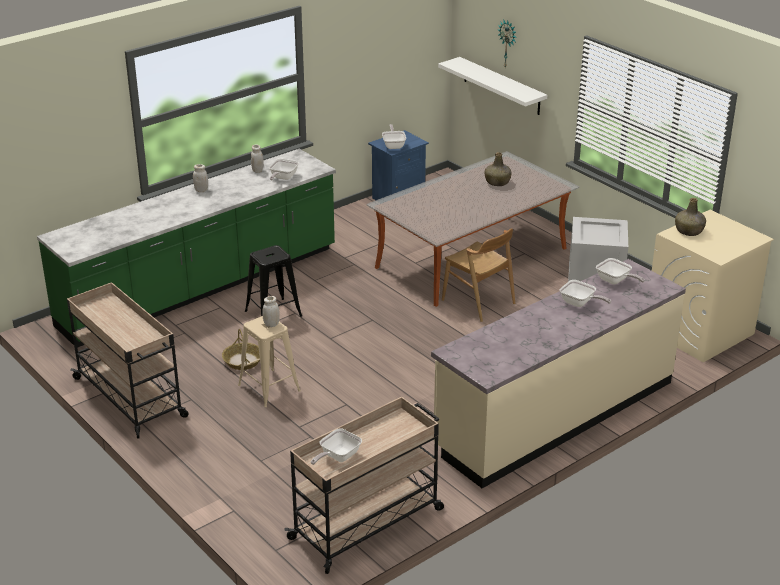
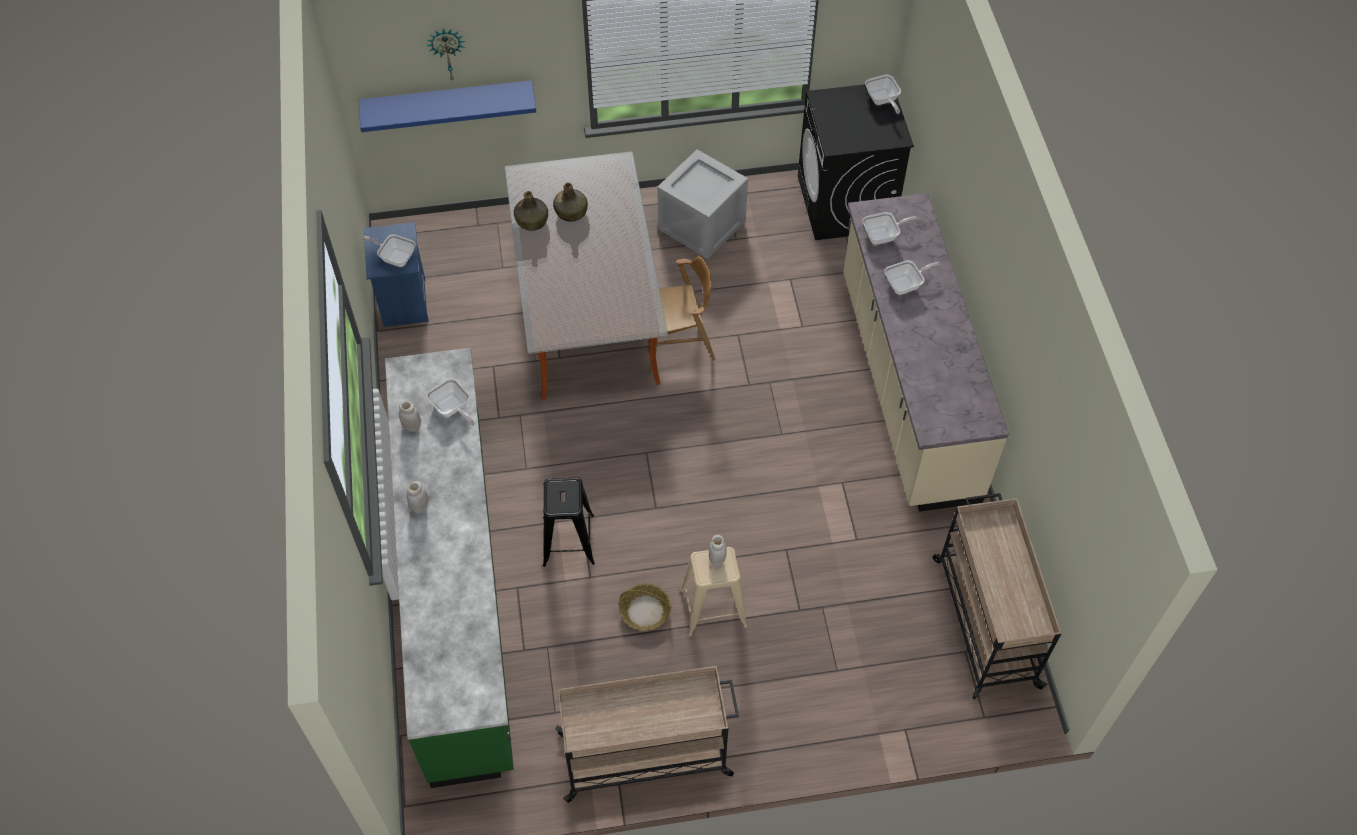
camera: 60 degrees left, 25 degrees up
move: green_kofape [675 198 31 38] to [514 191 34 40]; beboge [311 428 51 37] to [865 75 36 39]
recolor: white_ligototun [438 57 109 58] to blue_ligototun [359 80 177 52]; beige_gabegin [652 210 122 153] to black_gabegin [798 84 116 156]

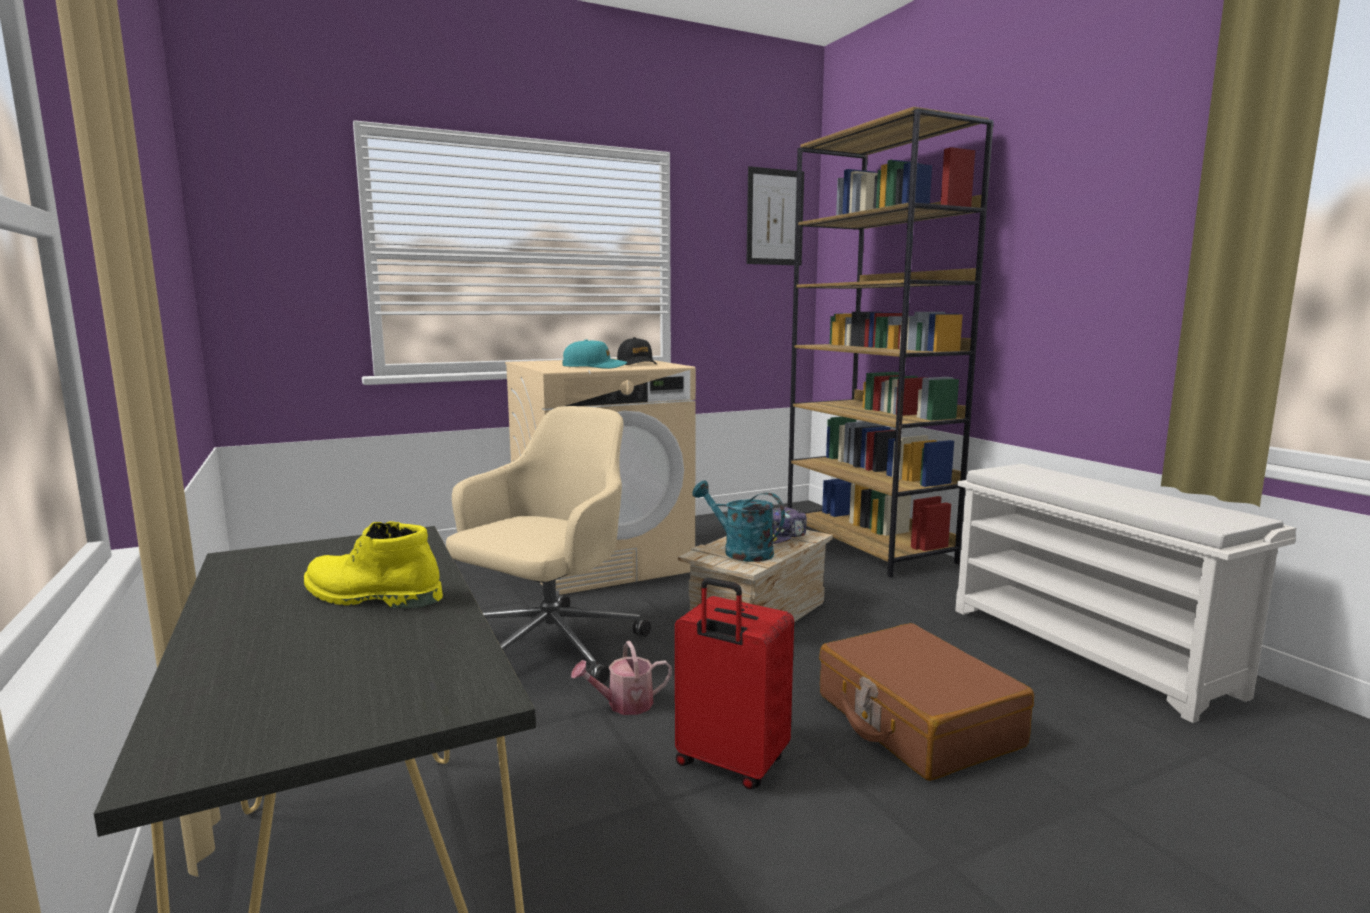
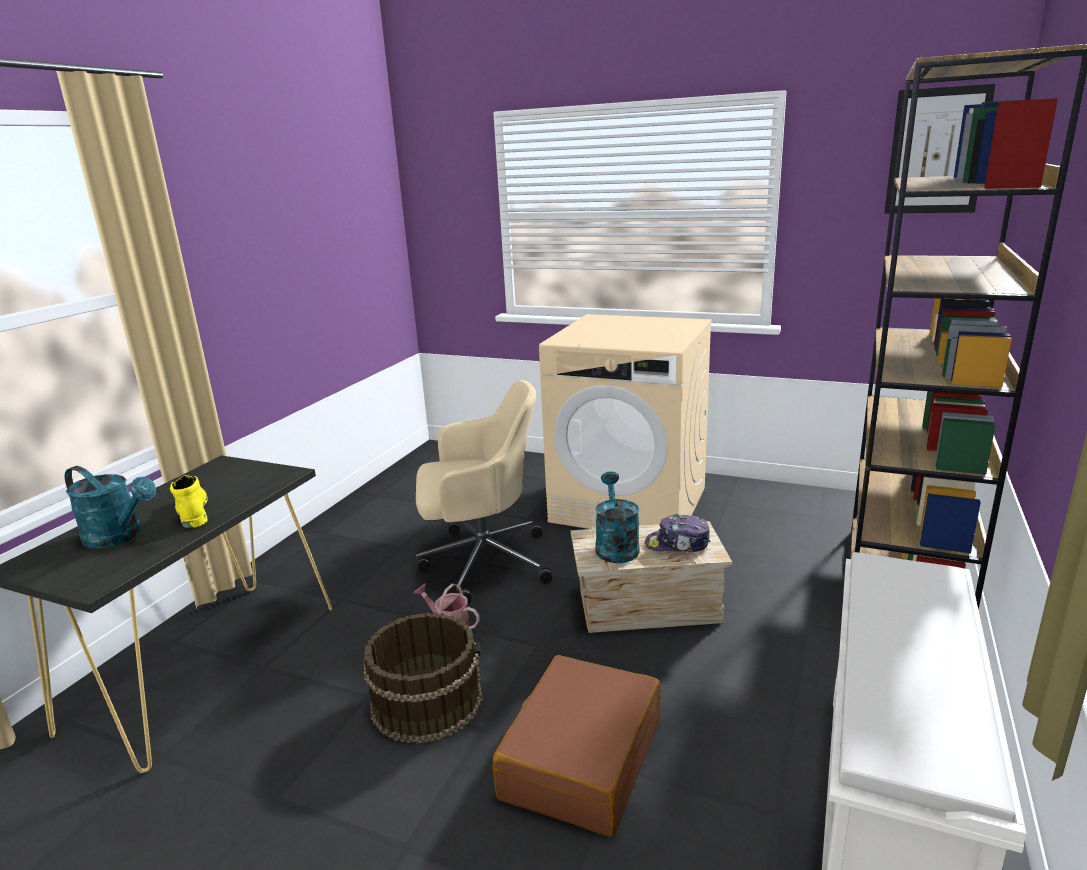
camera: 50 degrees right, 10 degrees up
delete: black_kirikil [617 337 40 28]; turquoise_kirikil [562 339 65 30]
insert: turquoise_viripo [65 466 91 82]
replace: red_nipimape [675 578 119 212] to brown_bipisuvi [364 613 119 131]

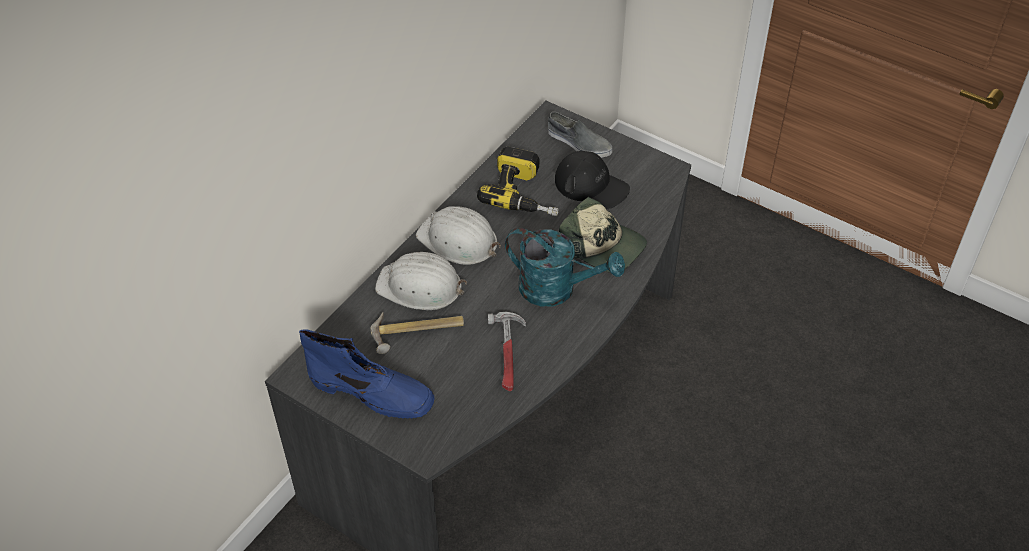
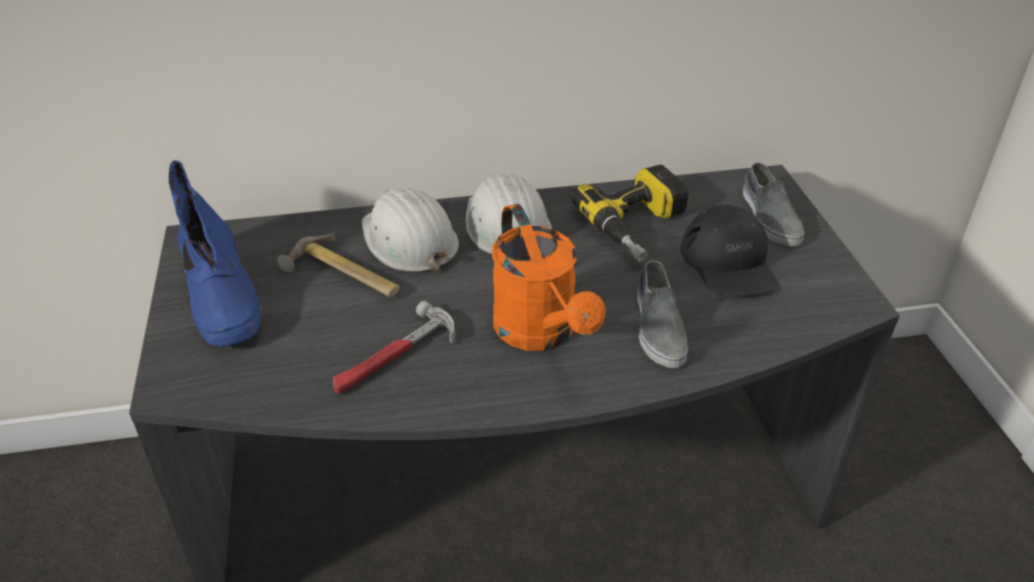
camera: 45 degrees right, 10 degrees down
replace: kirikil [559 196 88 77] to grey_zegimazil [637 261 51 107]
recolor: turquoise_viripo [505 228 120 79] to orange_viripo [492 204 114 147]

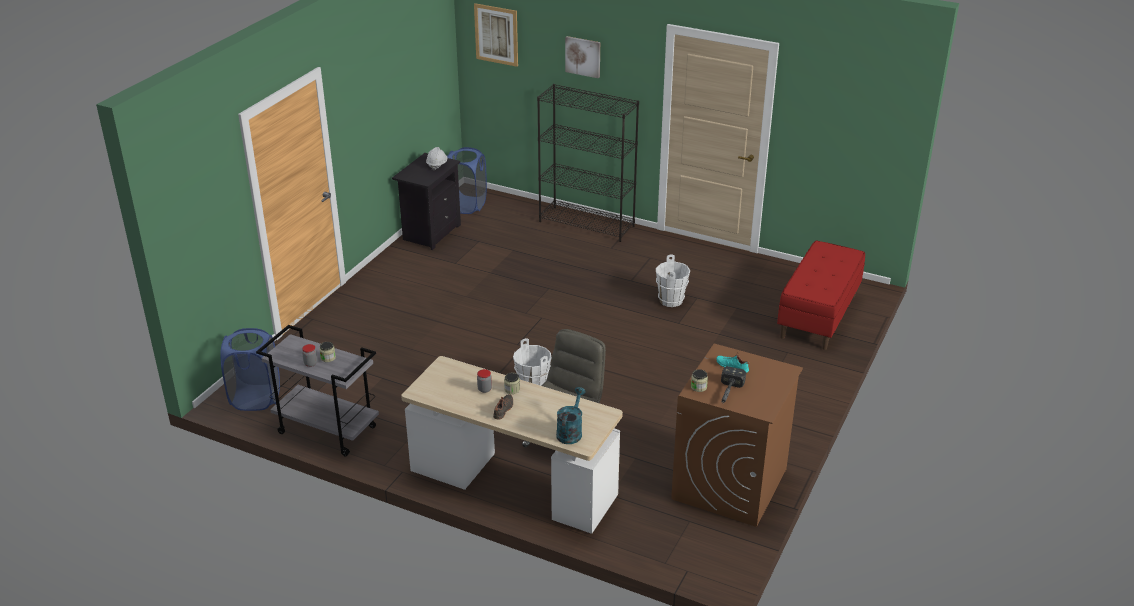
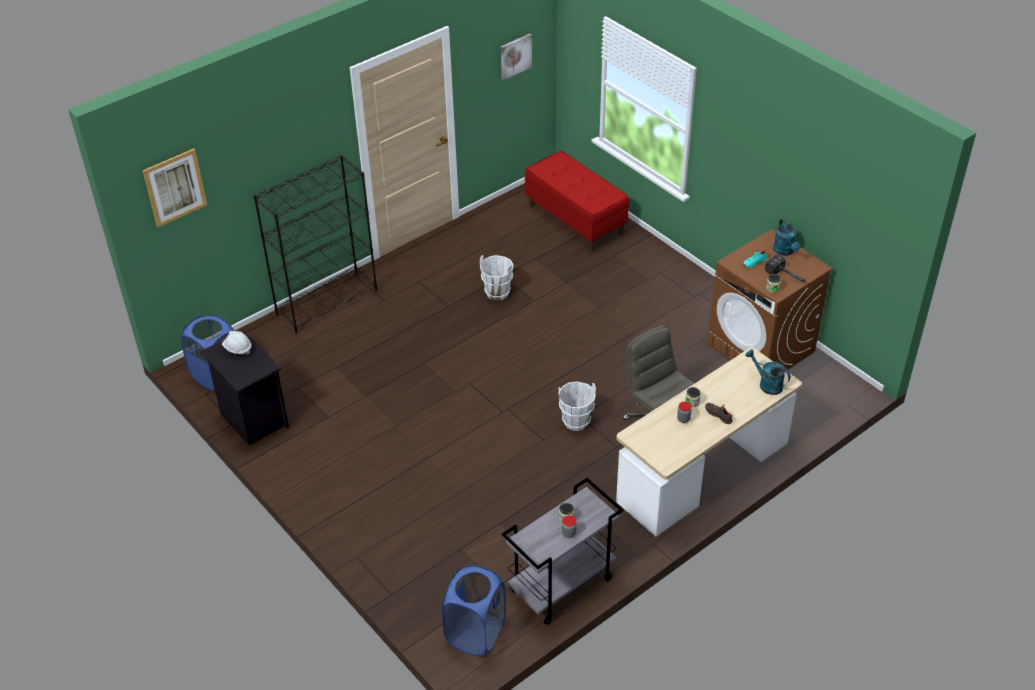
camera: 65 degrees left, 10 degrees up
insert: turquoise_viripo [773 219 27 37]
move: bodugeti [565 36 35 42] to [501 34 31 46]

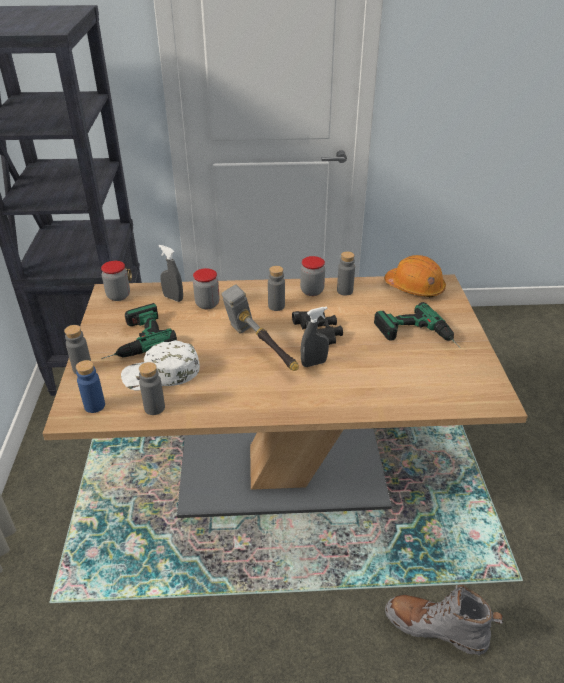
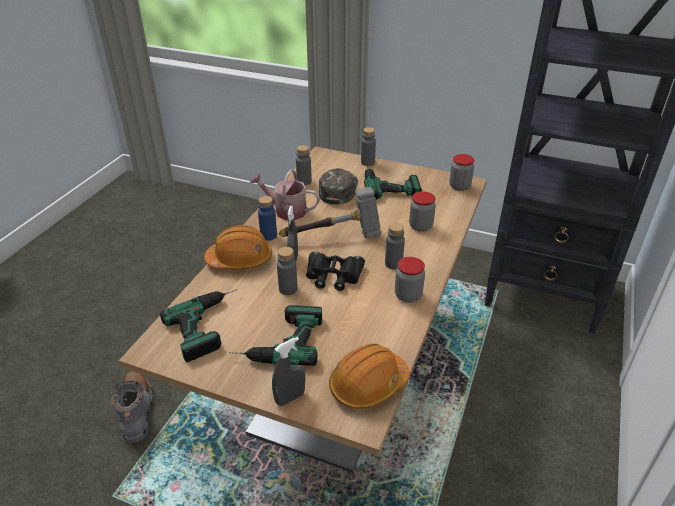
camera: 115 degrees right, 0 degrees up
insert: viripo [250 169 70 51]; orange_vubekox [204 225 68 45]; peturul [160 289 78 74]
move: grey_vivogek [159 245 24 57] to [272 337 33 69]; grey_kofape [337 251 18 45] to [277 247 21 48]; blue_kofape [76 360 29 53] to [258 196 19 45]
recolor: white_kirikil [121 340 79 50] to green_kirikil [319 168 39 37]
rotate: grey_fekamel [385 584 118 72] = [109 371 44 72] 60 degrees counterclockwise

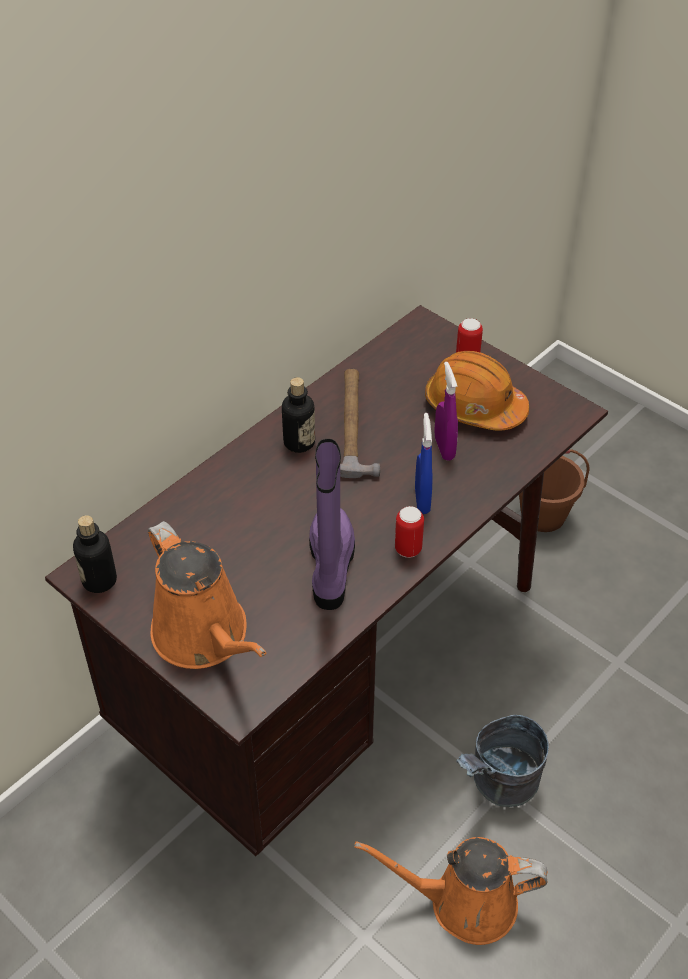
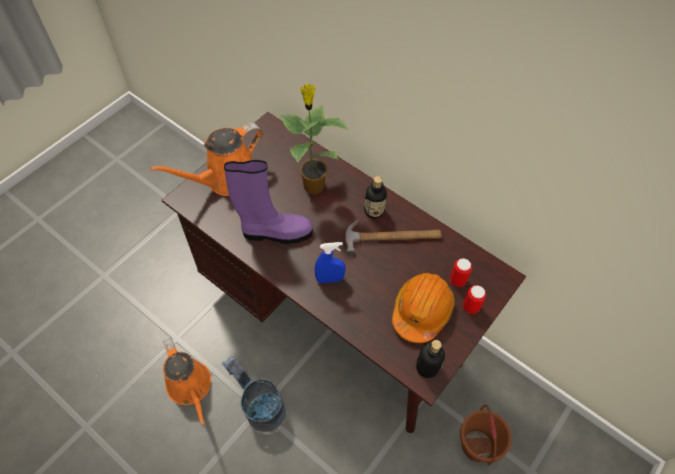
camera: 85 degrees right, 10 degrees up
delete: purple_vivogek [435 362 23 98]
insert: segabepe [280 84 68 111]
move: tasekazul [395 506 29 52] to [450 258 22 29]; kofape [73 515 44 78] to [416 340 29 38]
rotate: orange_viripo [354 837 193 108] = [163 338 48 87] 150 degrees clockwise

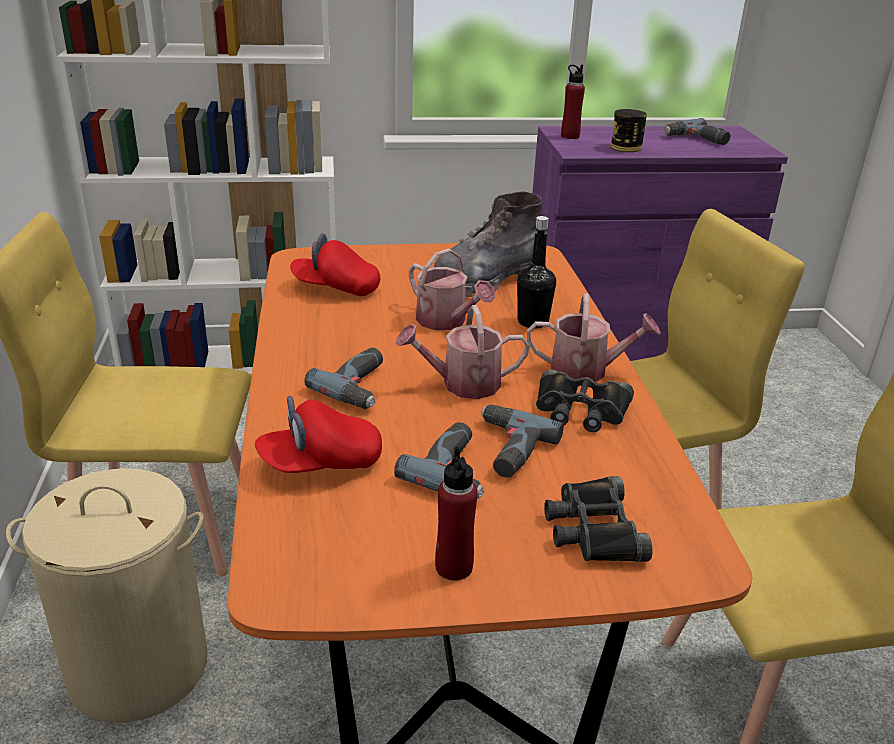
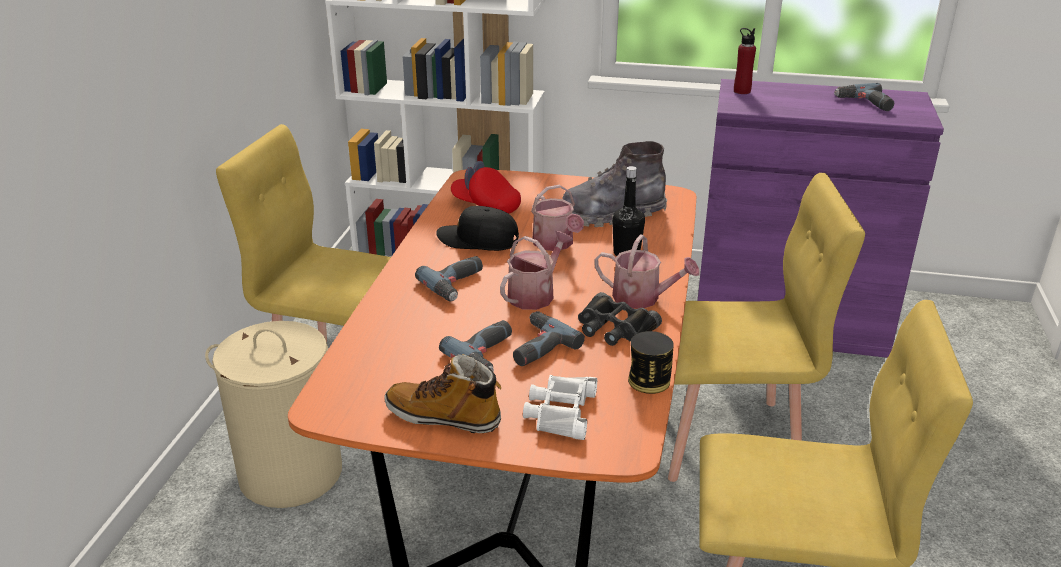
camera: 20 degrees right, 0 degrees up
delete: red_kirikil [255 396 127 77]
insert: black_kirikil [436 206 83 45]
move: tasekazul [610 109 37 43] to [628 331 46 63]
replace: red_kofape [435 447 43 134] to fekamel [384 354 117 79]
recolor: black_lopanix [544 476 108 86] to white_lopanix [523 375 74 65]
rotate: viripo [396 305 134 94] = [500 231 73 79] 120 degrees clockwise

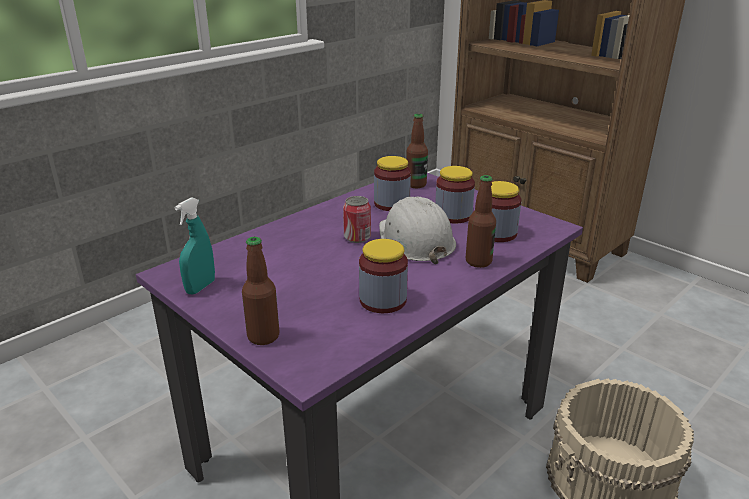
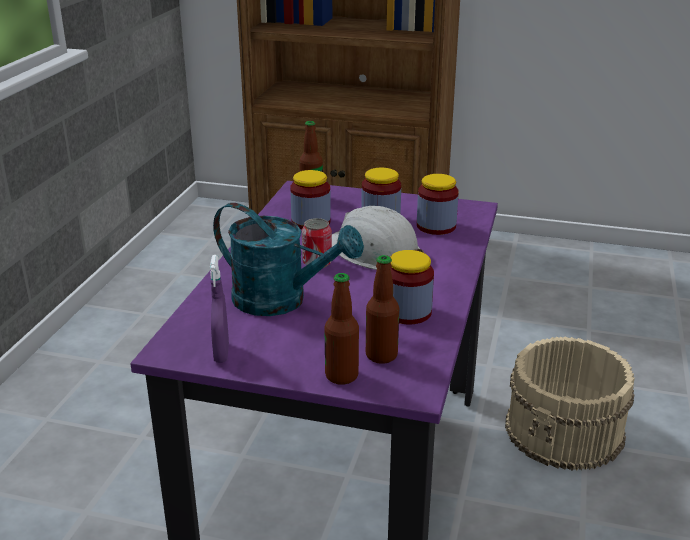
camera: 30 degrees left, 0 degrees up
insert: turquoise_viripo [213 203 151 113]
move: kofape [466 175 30 93] to [366 255 33 109]
recolor: turquoise_vivogek [174 197 41 97] to purple_vivogek [210 255 19 108]

